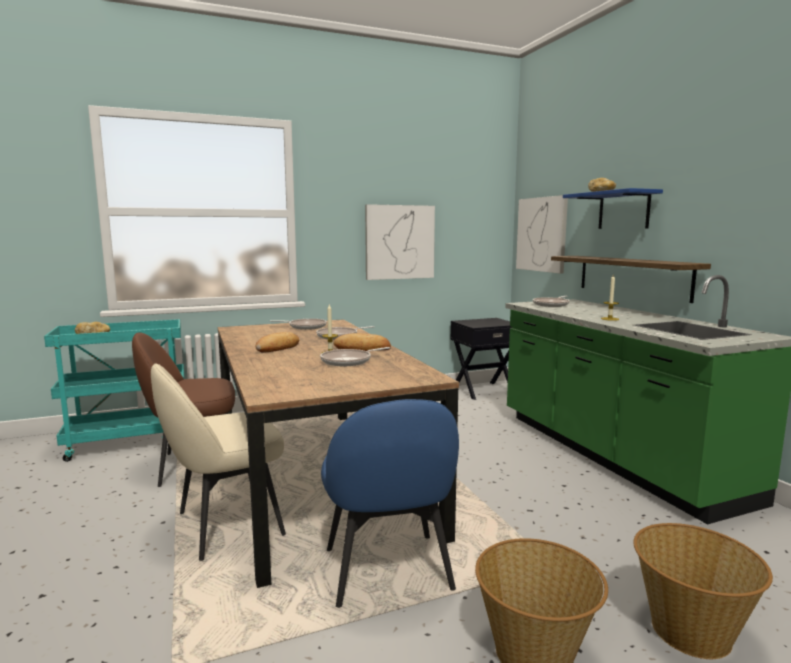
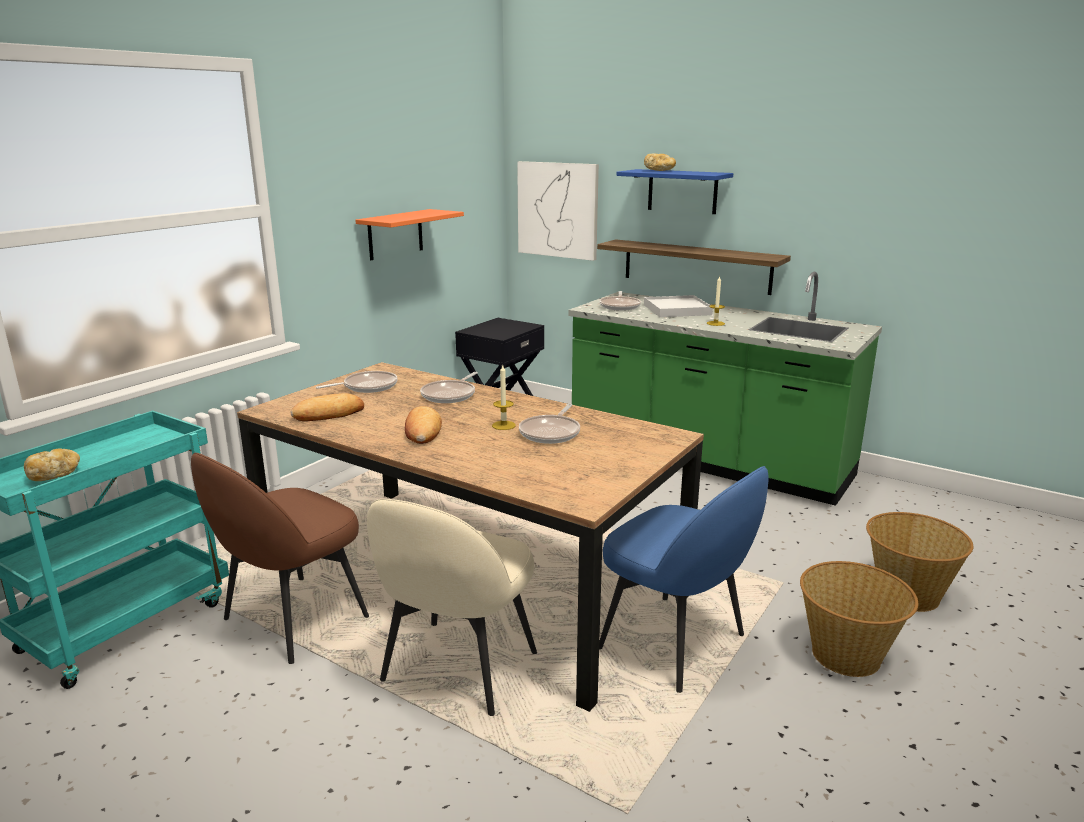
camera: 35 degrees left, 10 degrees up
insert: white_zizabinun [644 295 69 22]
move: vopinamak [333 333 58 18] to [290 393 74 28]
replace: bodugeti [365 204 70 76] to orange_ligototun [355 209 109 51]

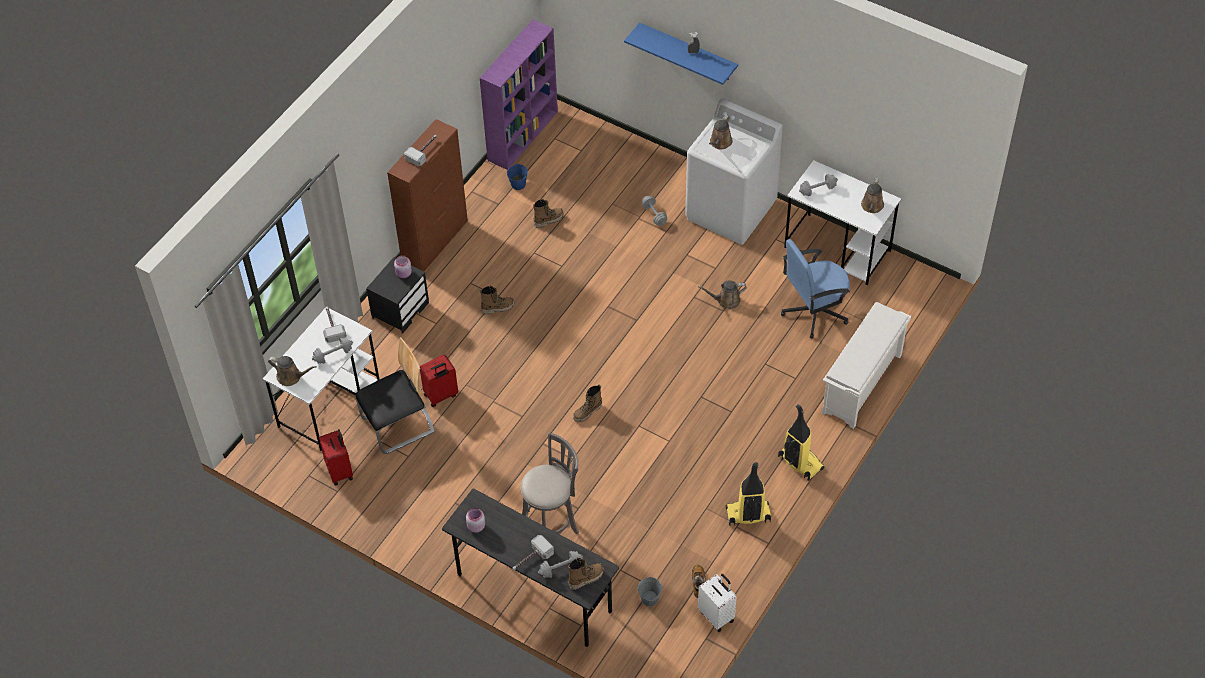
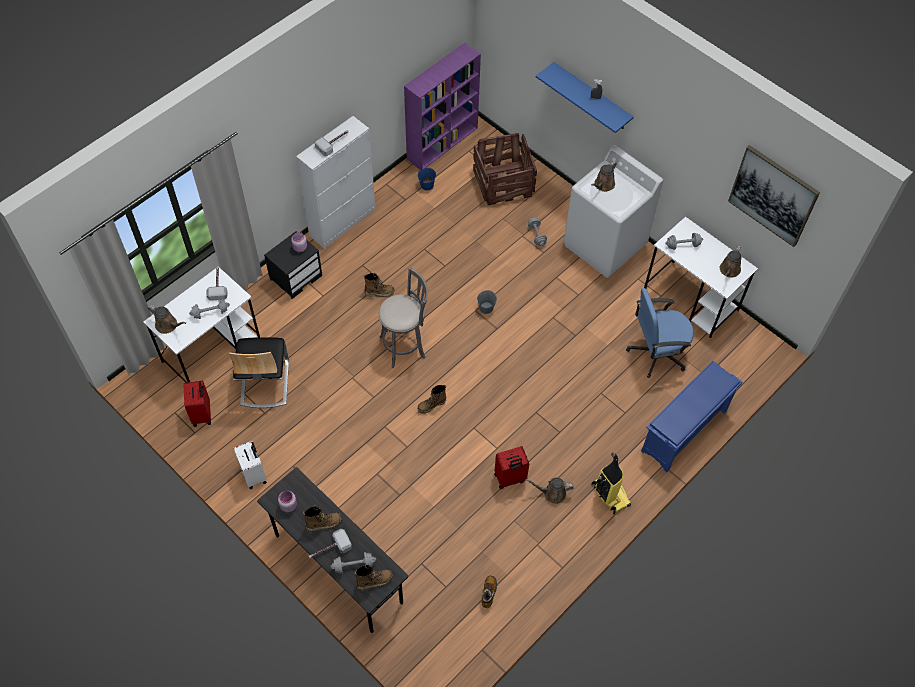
camera: 10 degrees right, 5 degrees up
delete: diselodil [726 462 45 63]
insert: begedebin [473 133 64 72]; bodugeti [728 145 92 102]
move: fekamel [533 199 30 29] to [303 505 39 27]; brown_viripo [698 280 49 29] to [525 477 49 27]; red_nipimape [420 354 38 53] to [494 446 35 43]; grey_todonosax [521 433 58 101] to [378 267 50 101]; white_nipimape [698 574 38 58] to [234 441 33 48]; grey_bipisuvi [638 577 24 30] to [477 290 20 24]
recolor: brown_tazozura [387 119 81 152] to white_tazozura [296 116 79 132]; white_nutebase [822 302 89 127] to blue_nutebase [641 361 101 111]
rotate: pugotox [355 337 79 117] = [229 337 60 71] 105 degrees clockwise

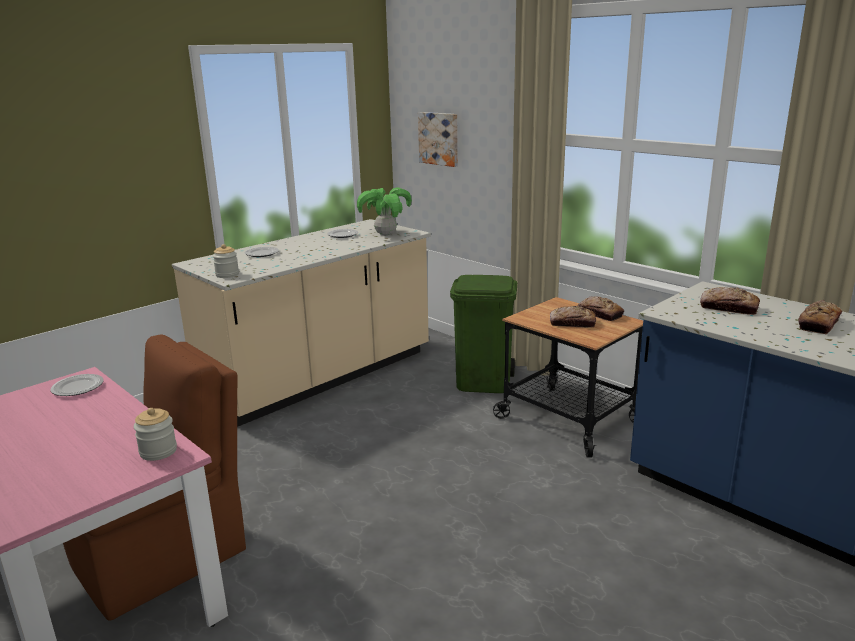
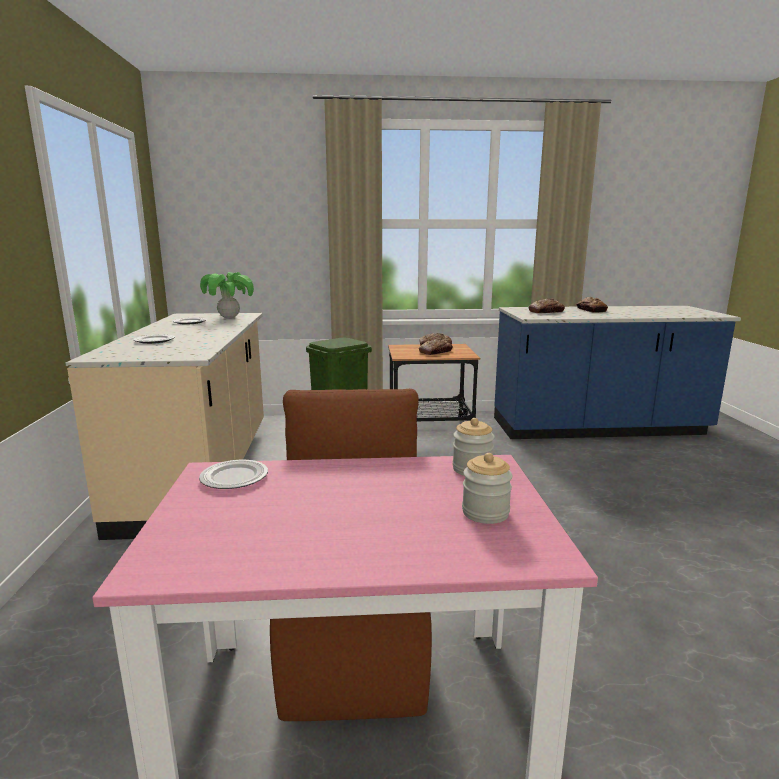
camera: 50 degrees left, 5 degrees down
delete: bodugeti [418 112 40 55]
move: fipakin [213 244 26 34] to [462 453 50 71]

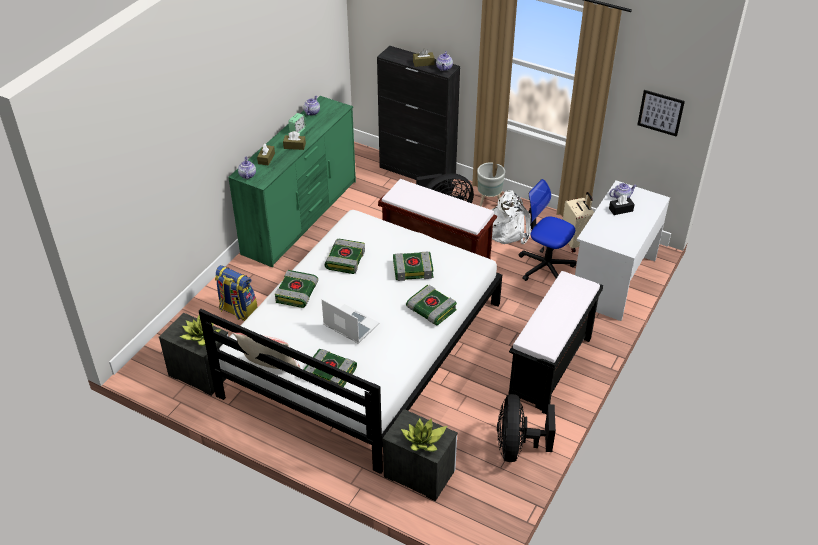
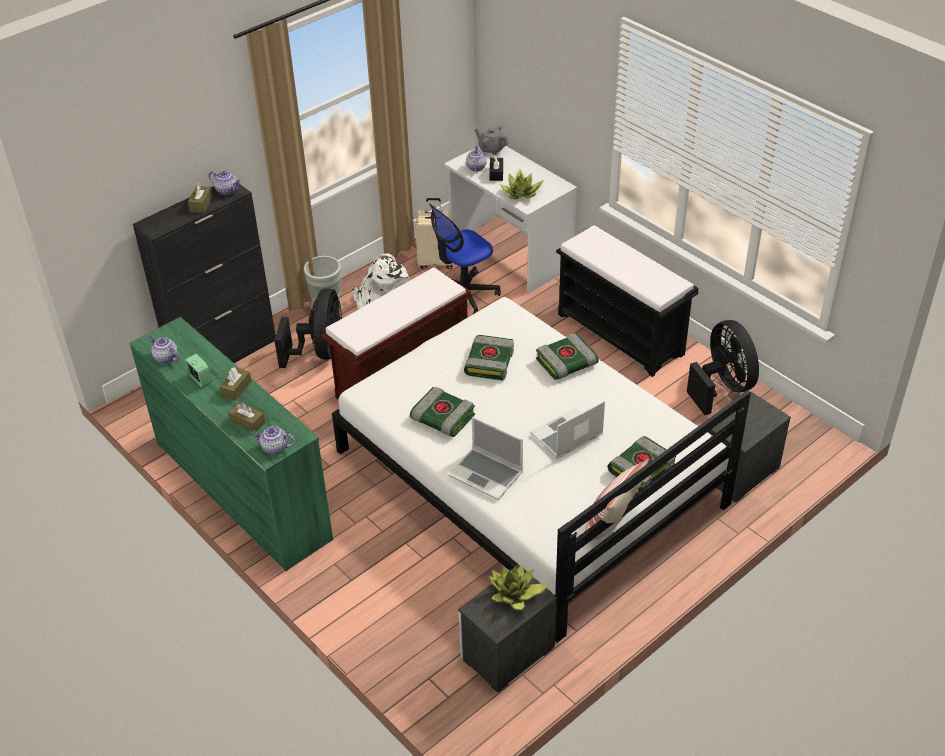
camera: 70 degrees left, 0 degrees up
delete: bodugeti [637 90 48 47]; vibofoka [215 265 43 56]
insert: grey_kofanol [475 125 34 30]
move: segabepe [401 418 46 34] to [500 169 44 31]
replace: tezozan [275 270 43 38] to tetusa [448 417 75 83]
rotate: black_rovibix [497 394 59 68] = [687 320 72 95] 135 degrees counterclockwise

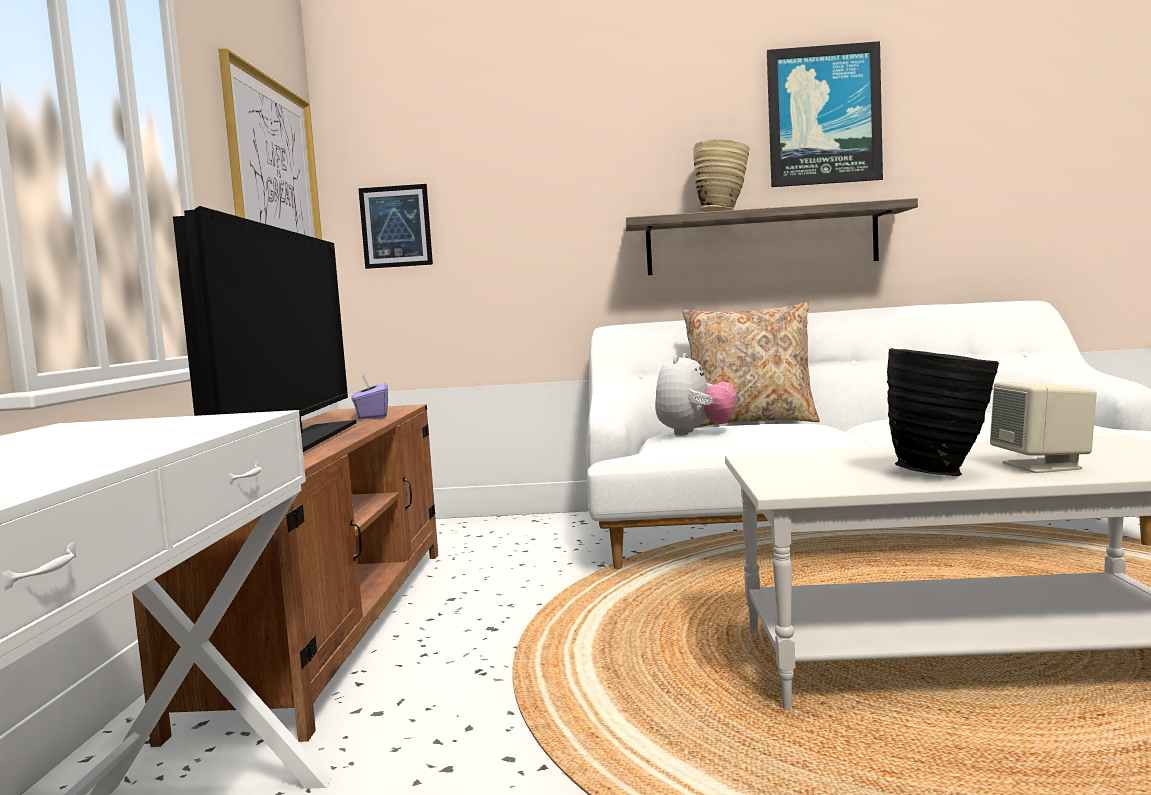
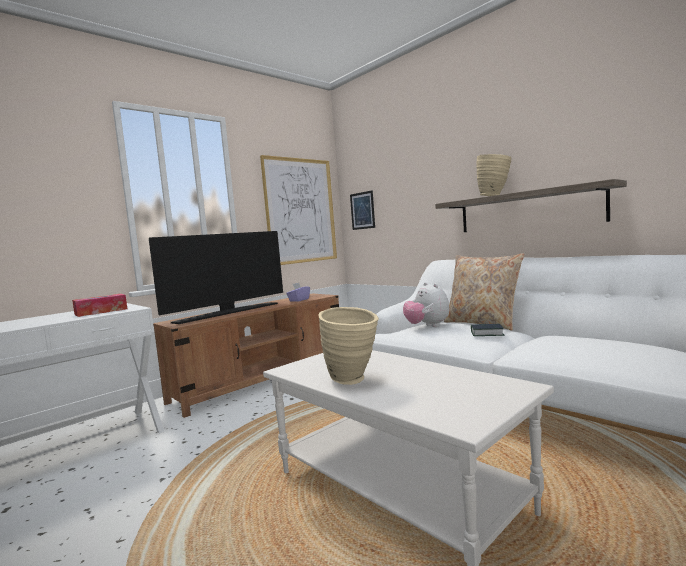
camera: 45 degrees right, 0 degrees up
delete: bodugeti [767 41 116 146]; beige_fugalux [990 382 107 91]
insert: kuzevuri [72 294 55 23]; tezozan [471 324 34 12]
recolor: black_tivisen [887 348 112 128] to beige_tivisen [319 307 60 78]
rotate: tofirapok [655 353 82 83] = [403 282 46 45] 90 degrees clockwise

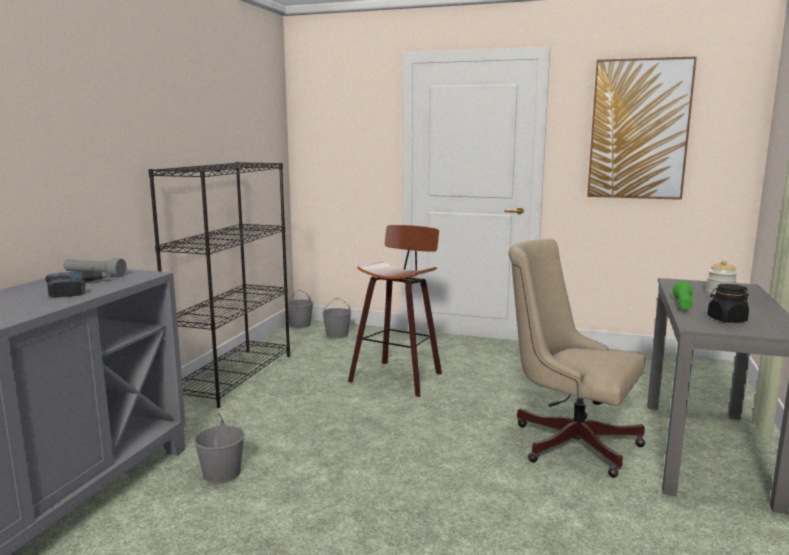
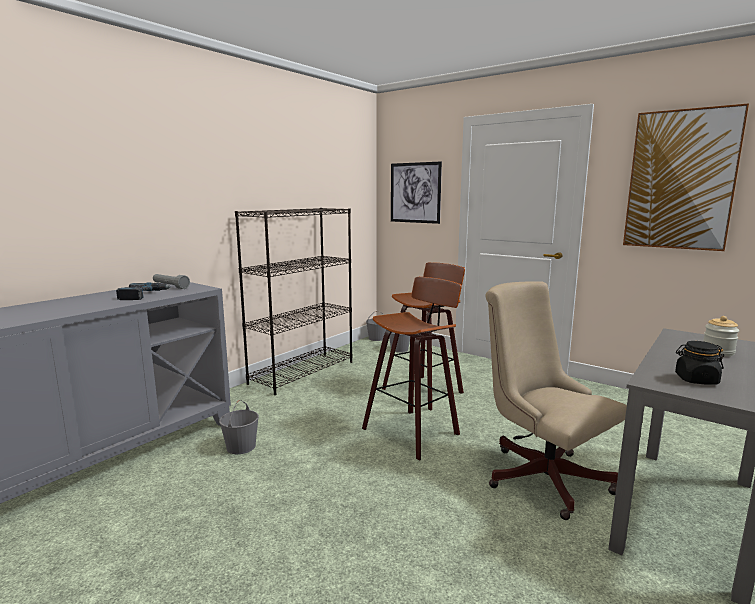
camera: 20 degrees right, 0 degrees up
delete: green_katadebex [673 281 20 29]
insert: bodugeti [391 162 51 62]; todonosax [362 277 100 184]

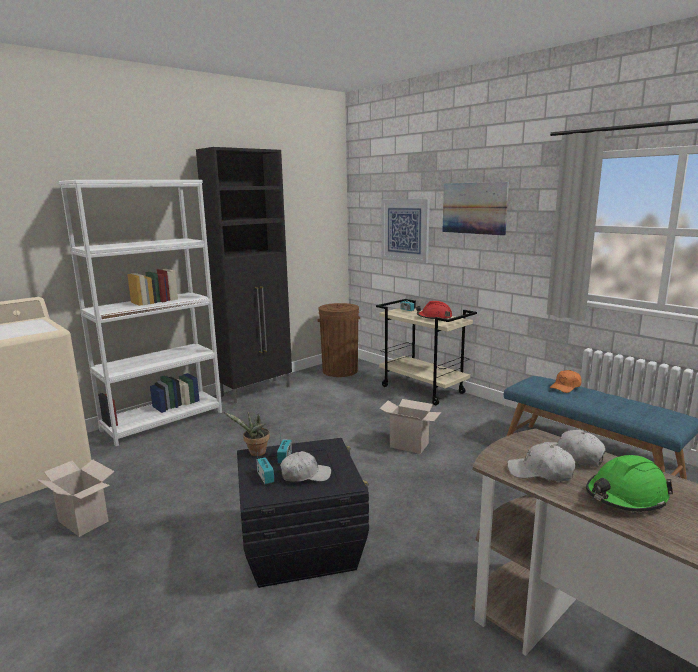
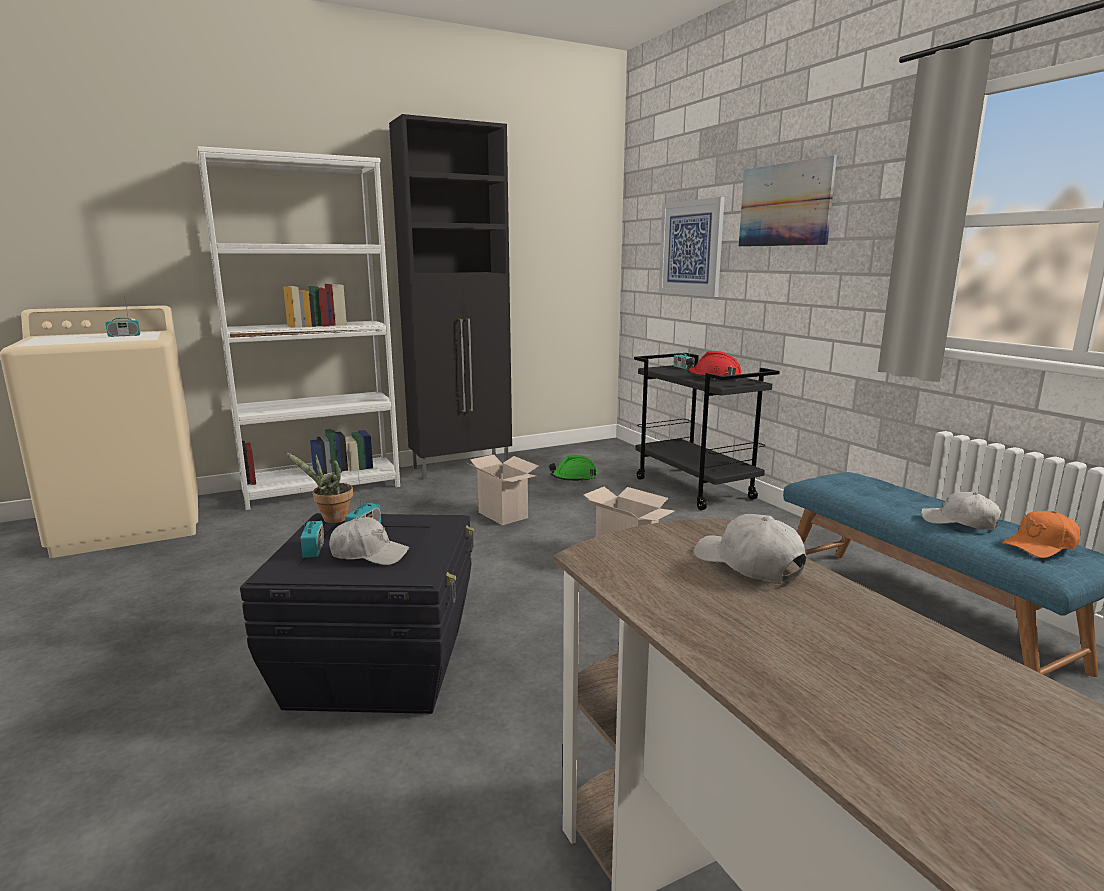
camera: 15 degrees right, 0 degrees up
delete: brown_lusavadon [317 303 43 74]
insert: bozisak [105 296 35 41]
move: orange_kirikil [550 370 32 23] to [1002 511 78 47]; white_kirikil [507 443 68 38] to [921 492 80 38]; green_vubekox [586 455 87 57] to [549 455 48 27]; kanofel [37 460 78 77] to [467 455 72 70]
recolor: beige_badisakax [376 299 101 106] to black_badisakax [634 353 146 157]

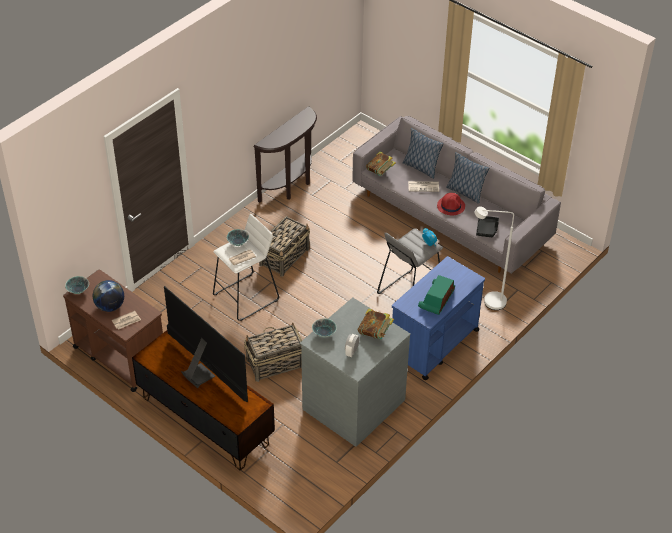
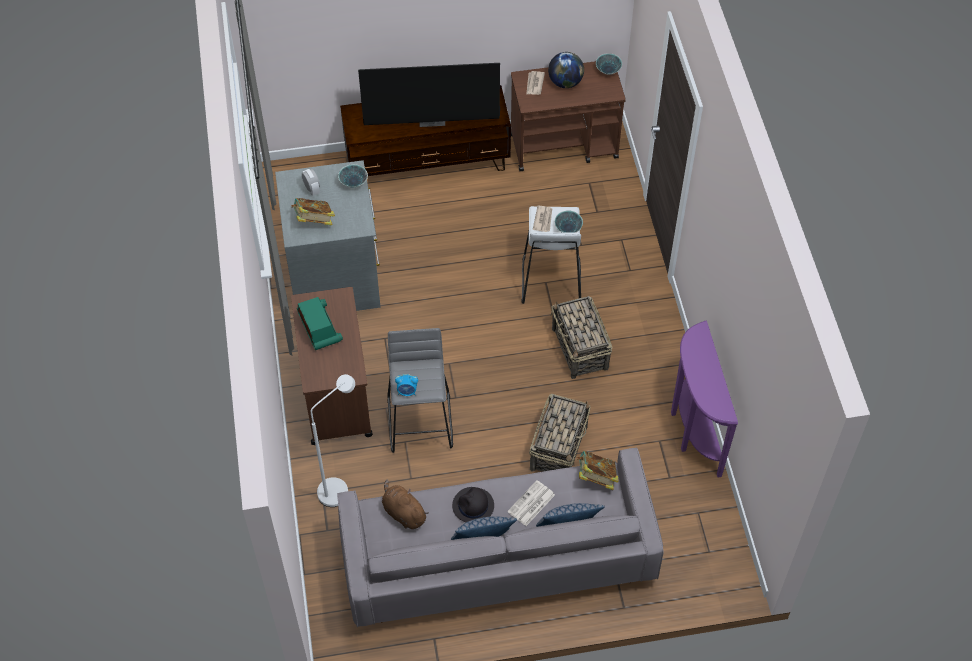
camera: 130 degrees right, 10 degrees up
move: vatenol [244 322 58 60] to [529 394 62 78]
replace: black_zizabinun [476 216 23 21] to brown_tofirapok [382 480 47 49]
recolor: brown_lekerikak [253 106 64 96] to purple_lekerikak [671 321 67 156]; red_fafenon [437 193 28 22] to black_fafenon [452 487 42 36]; blue_badisakax [392 256 93 124] to brown_badisakax [291 287 82 158]

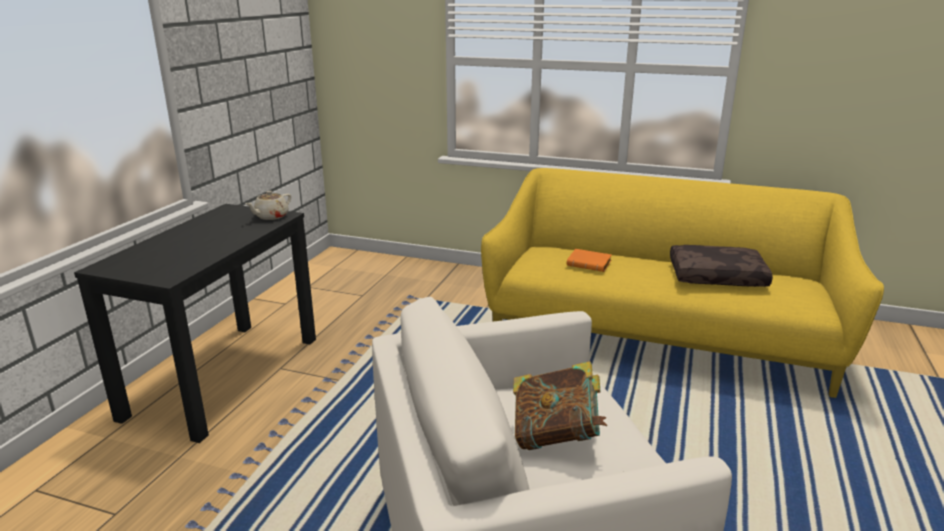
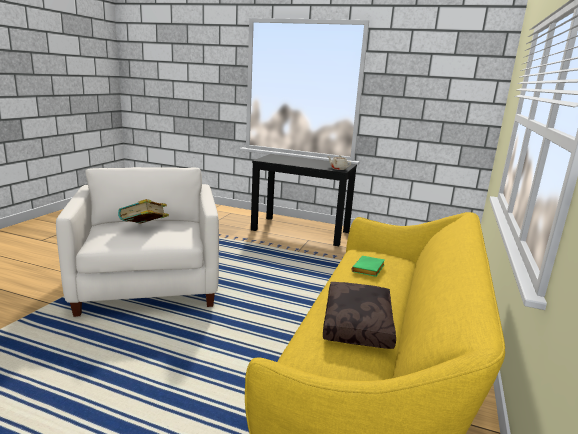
camera: 90 degrees right, 5 degrees down
recolor: orange_tezozan [567 249 45 23] to green_tezozan [352 256 33 21]

